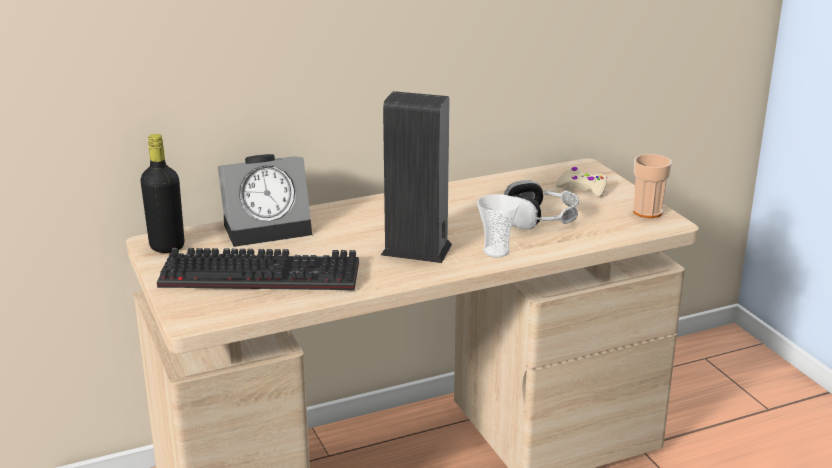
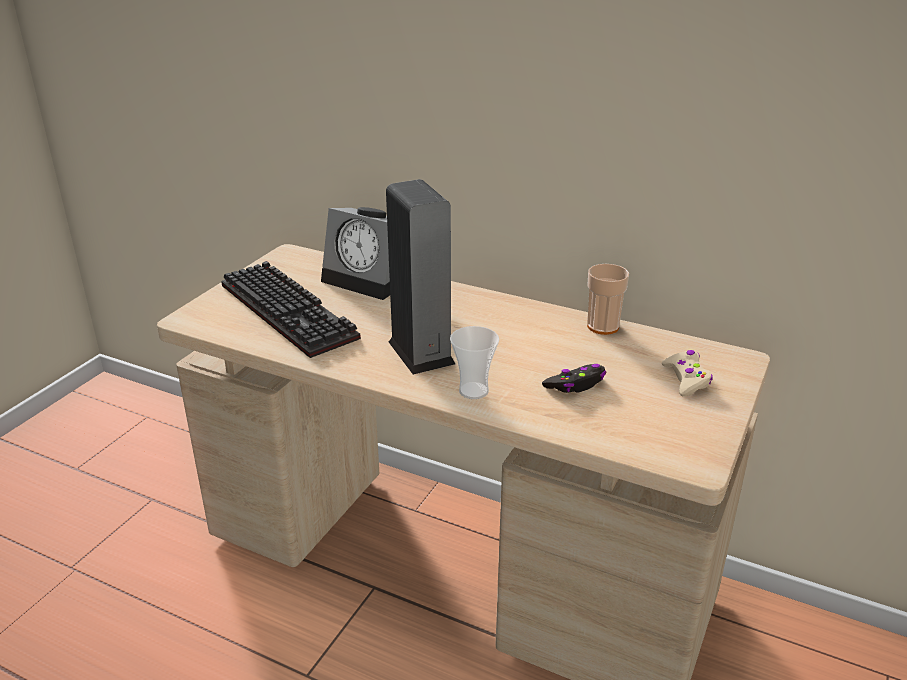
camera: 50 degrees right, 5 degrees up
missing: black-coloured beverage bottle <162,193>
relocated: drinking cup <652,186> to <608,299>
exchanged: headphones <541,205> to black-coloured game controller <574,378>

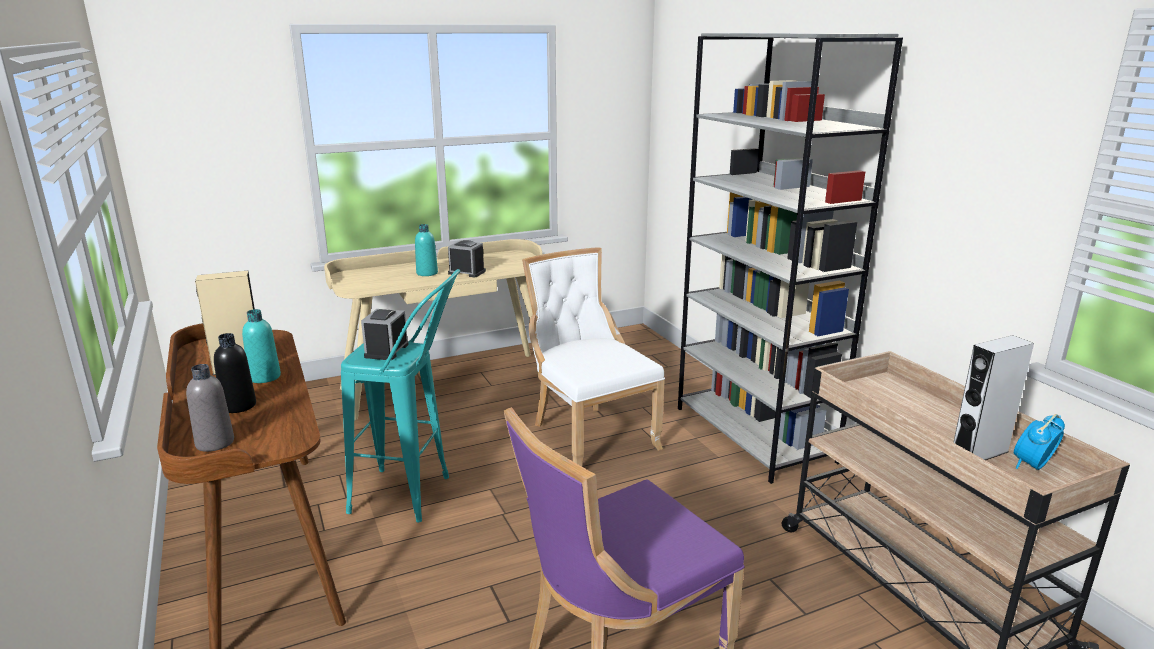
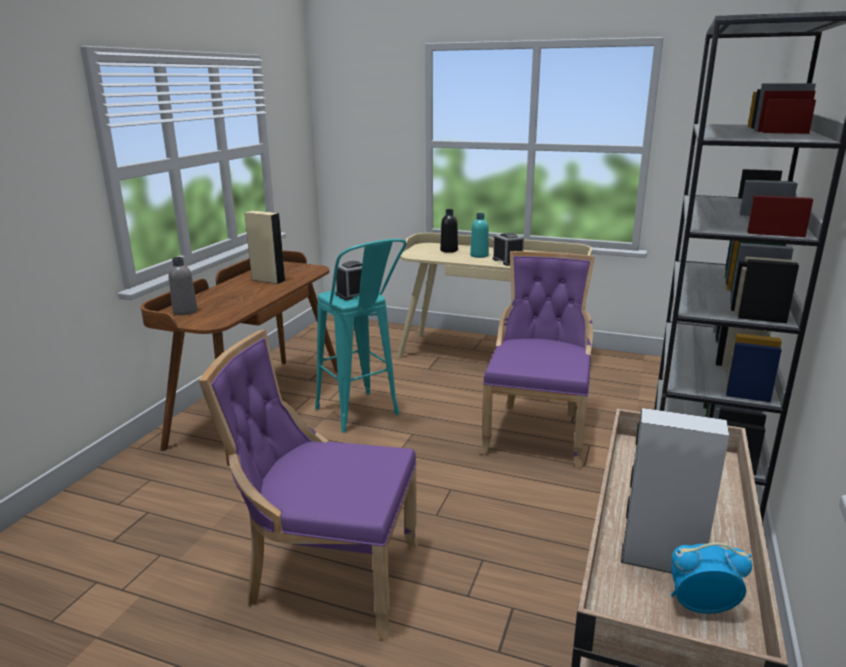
camera: 45 degrees right, 0 degrees up
missing: turquoise-coloured beverage bottle <261,346>
relocated: black-coloured beverage bottle <235,373> to <449,231>
colour: white chair <593,356> to purple-coloured chair <537,359>

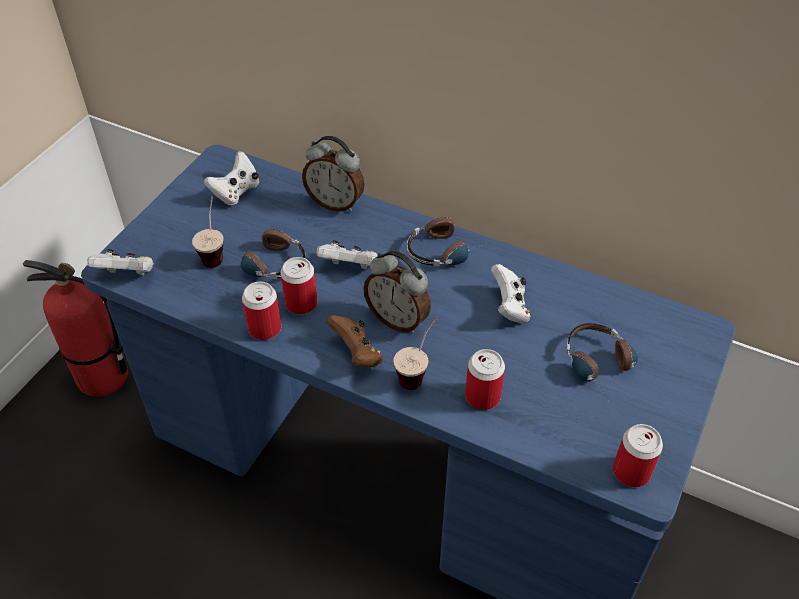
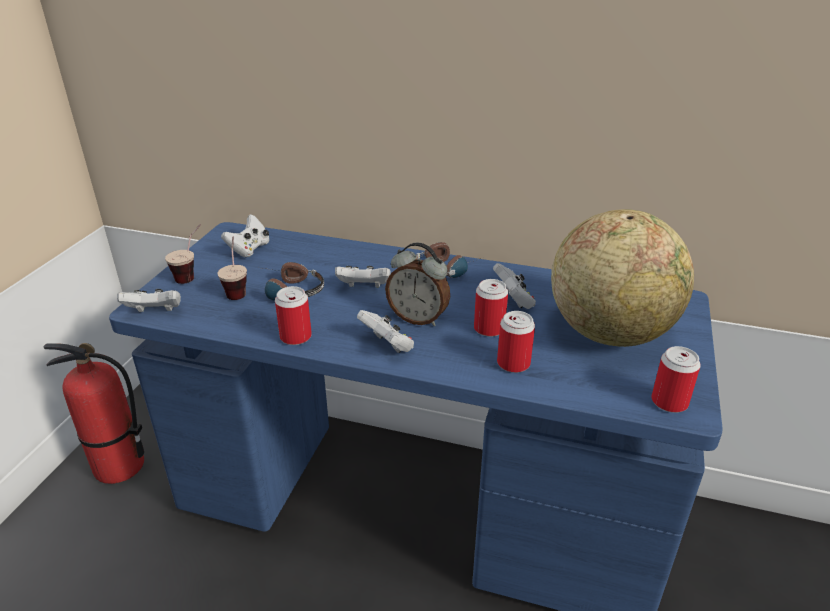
camera: 10 degrees left, 15 degrees down
missing: table clock <333,174>
relocated: metal can <298,286> to <491,308>; drinking cup <415,353> to <183,254>
exchanged: headphones <602,360> to world globe <622,278>
colour: brown game controller <354,341> to white game controller <385,331>

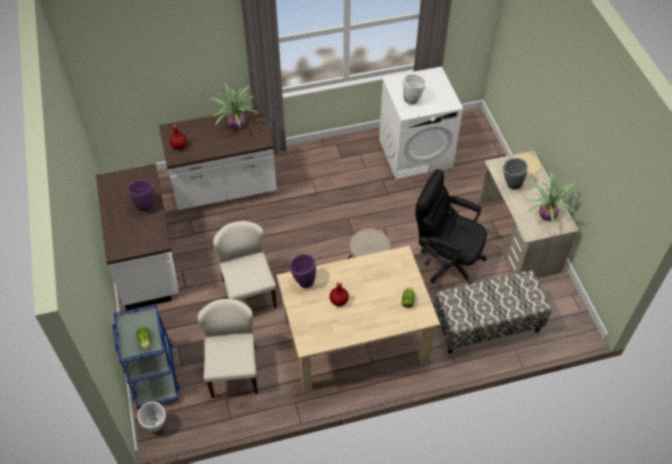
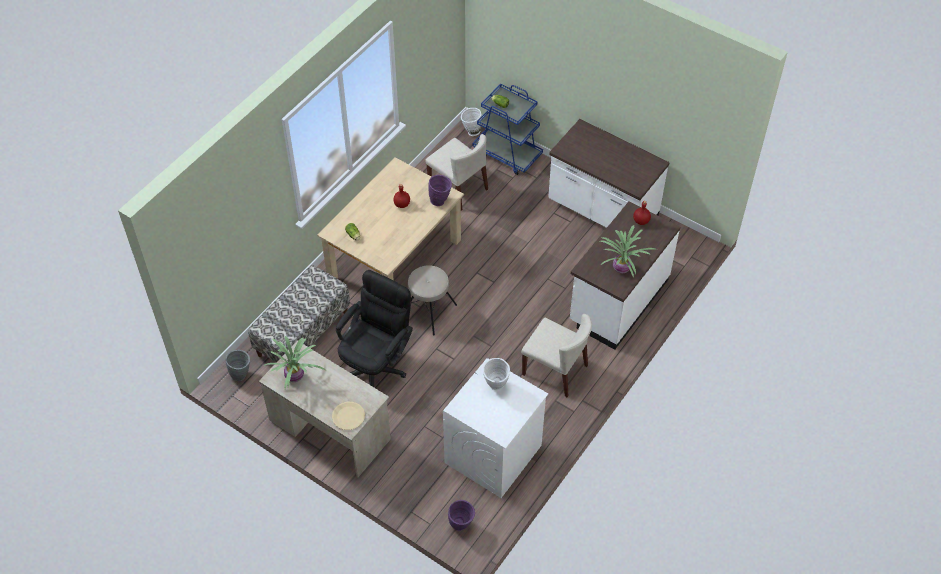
camera: 140 degrees right, 0 degrees up
relocated: gray vase <515,174> to <238,365>; purple-coloured vase <140,196> to <461,515>; beige chair <245,265> to <556,355>
spun: black-coloured computer chair <451,226> = <374,328> 45 degrees counterclockwise

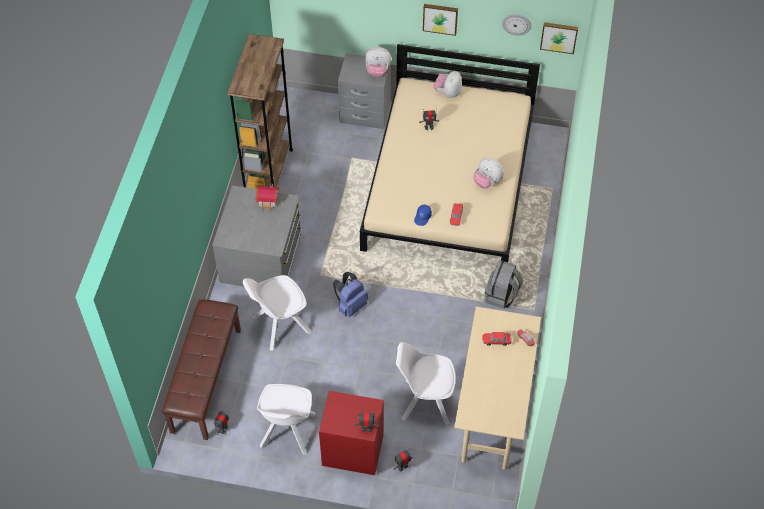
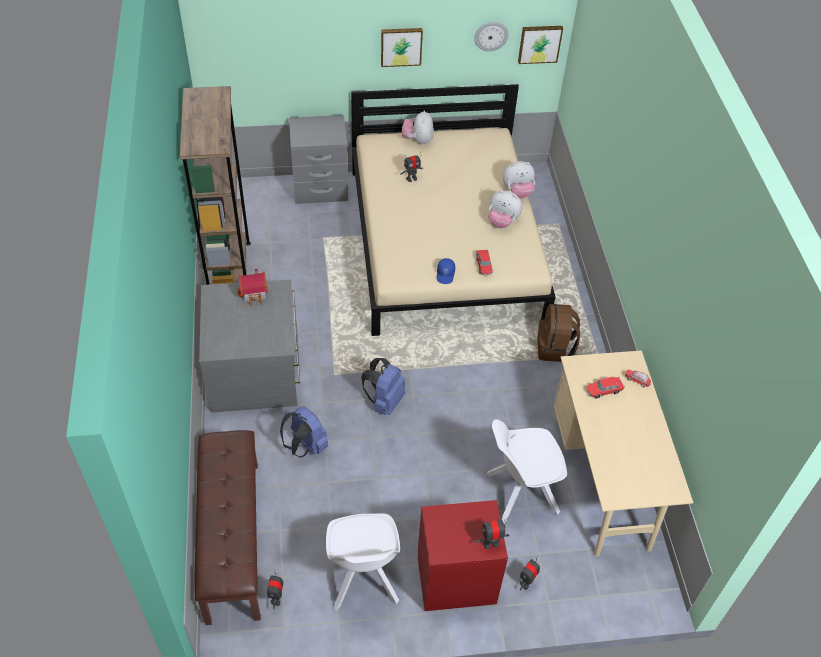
camera: 20 degrees left, 5 degrees down
relocated: cuddly toy <378,62> to <519,179>
exchanged: white chair <277,313> to blue-coloured backpack <304,431>
colour: gray backpack <504,284> to brown backpack <559,333>

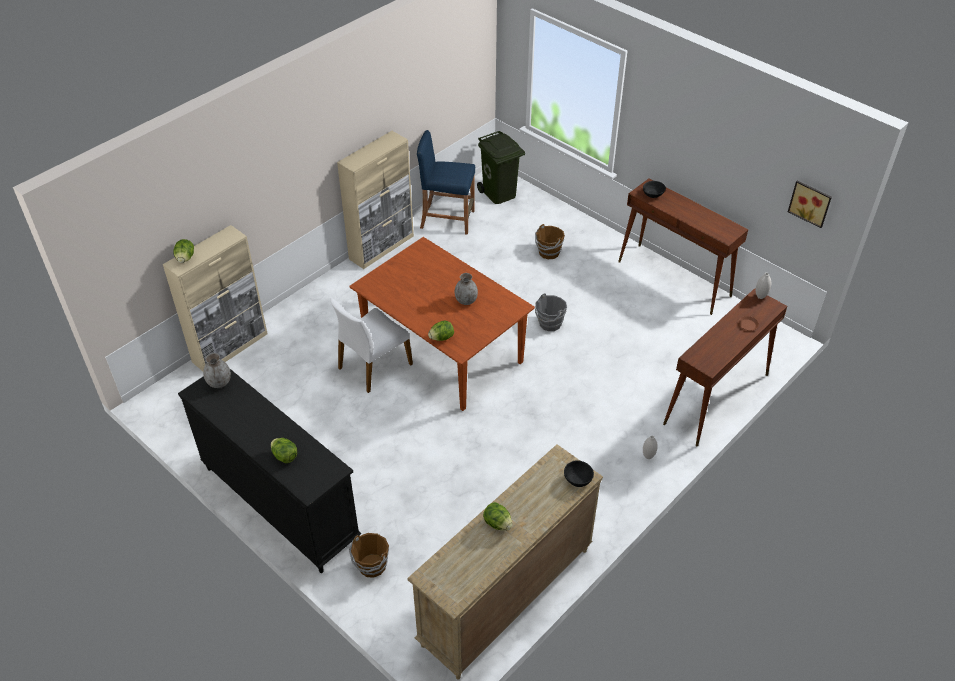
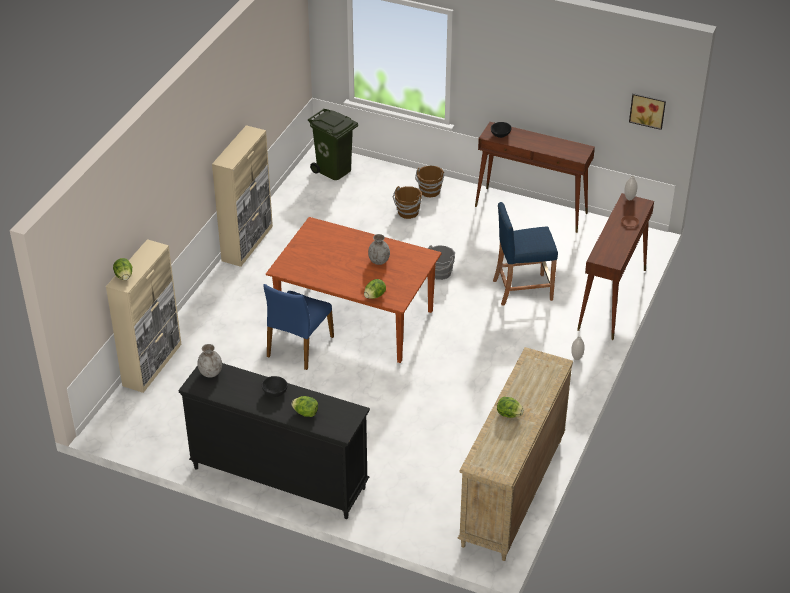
camera: 20 degrees left, 5 degrees down
relocated: blue-coloured stool <446,182> to <525,254>; black-coloured deep dish <579,474> to <275,386>; brown bucket <369,555> to <430,182>
colour: white chair <371,345> to blue-coloured chair <298,327>

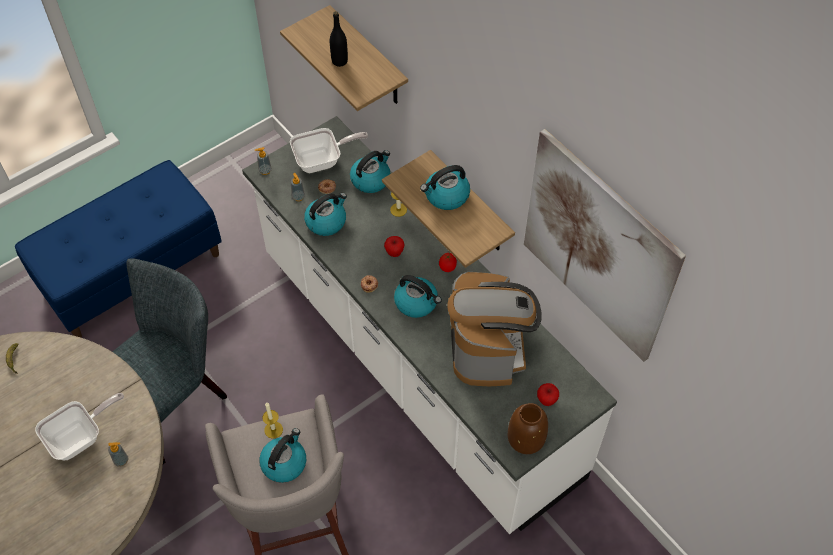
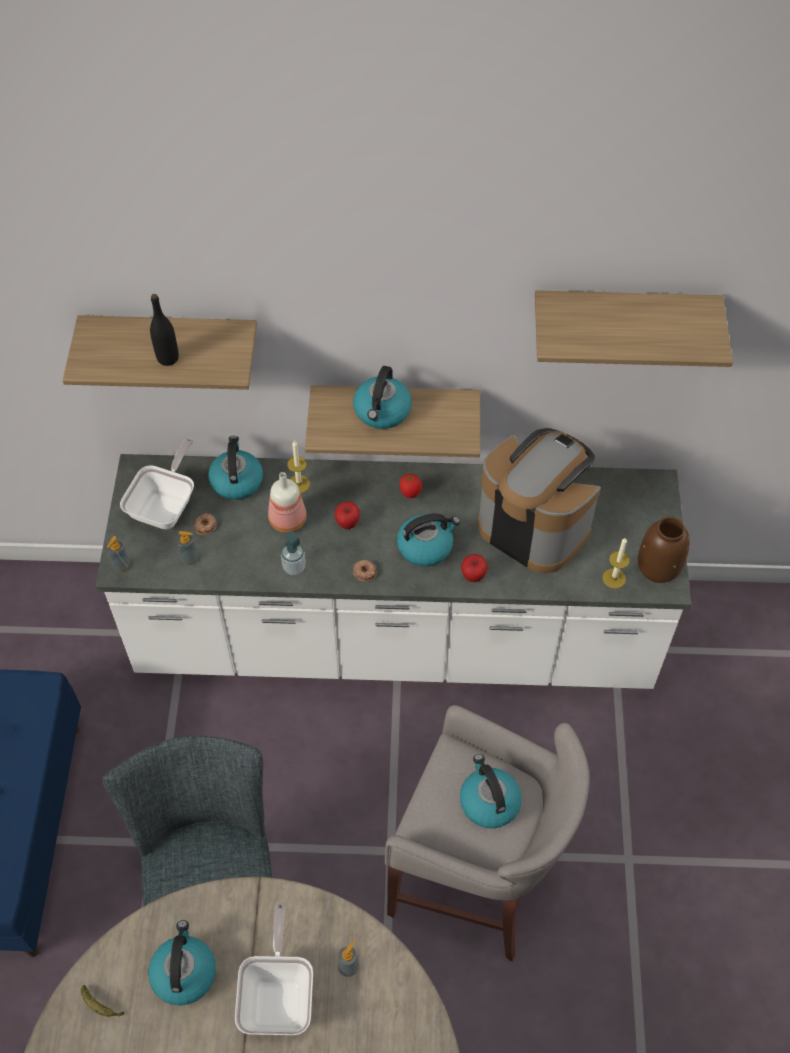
camera: 50 degrees left, 0 degrees up
appeared: beverage bottle <287,502>; soap bottle <293,553>
relocated: kettle <325,214> to <182,963>; apple fruit <548,394> to <474,568>; wax light <272,421> to <616,563>
exchanged: picture <605,245> to shelf <634,328>

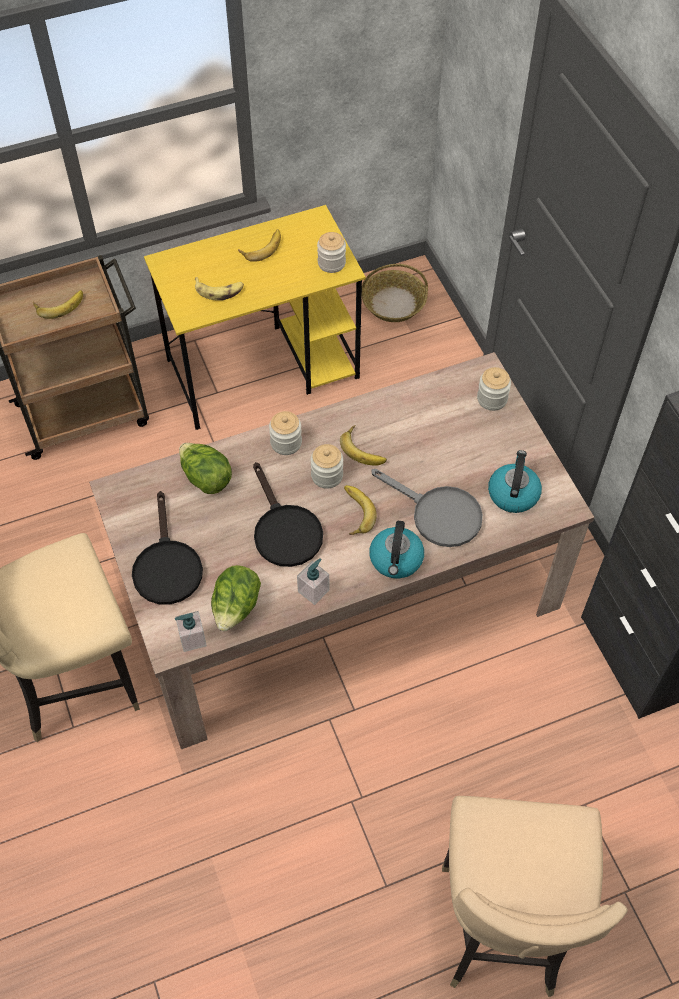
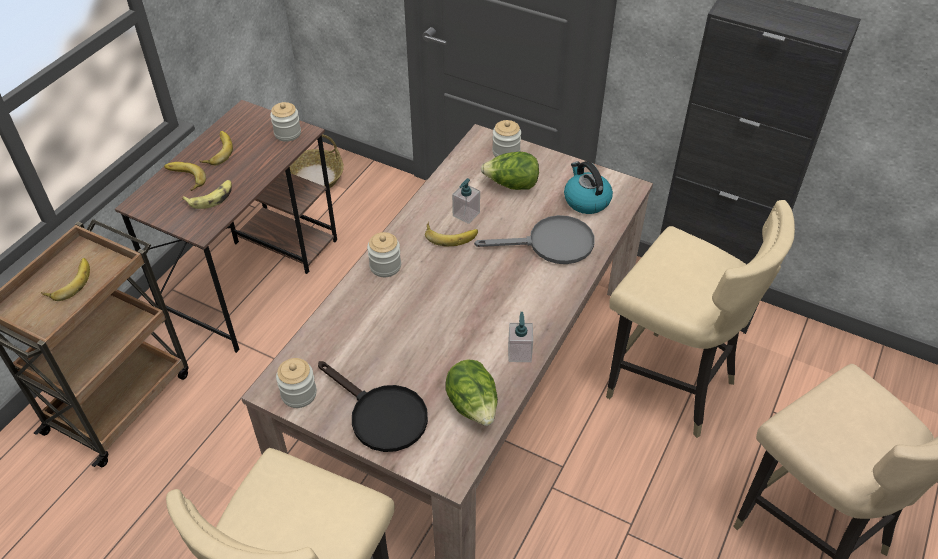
camera: 40 degrees left, 10 degrees down
missing: black-coloured pan <288,514>; kettle <396,549>
appeared: beige chair <700,319>
relocated: head of lettuce <205,468> to <510,171>; storage jar <326,466> to <296,383>; banana <360,510> to <185,176>; soap bottle <191,631> to <466,201>
colour: yellowish desk unit <255,317> to brown desk unit <226,226>

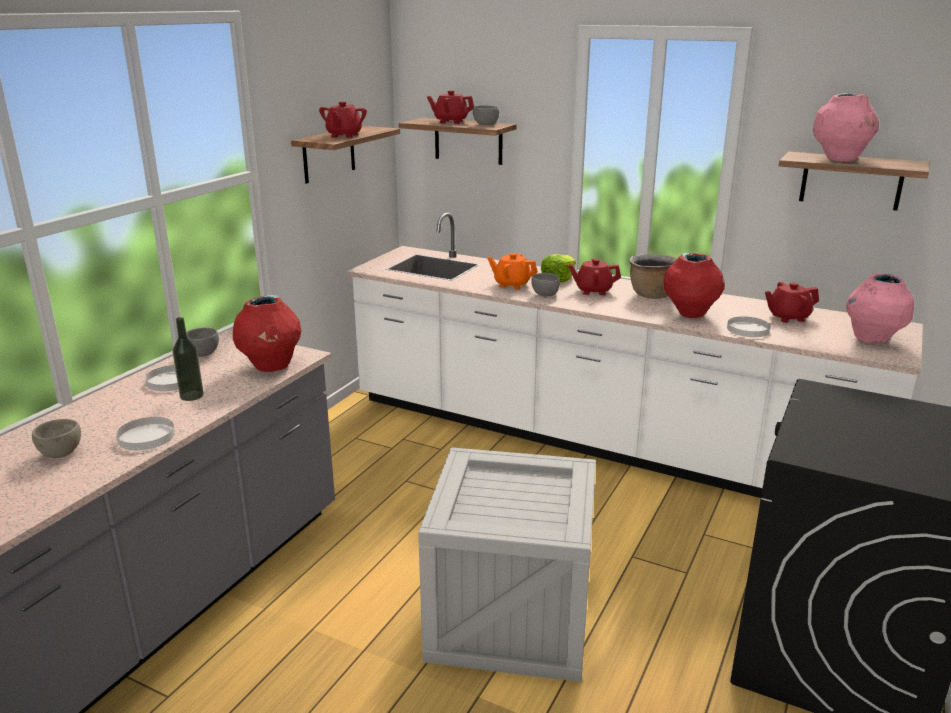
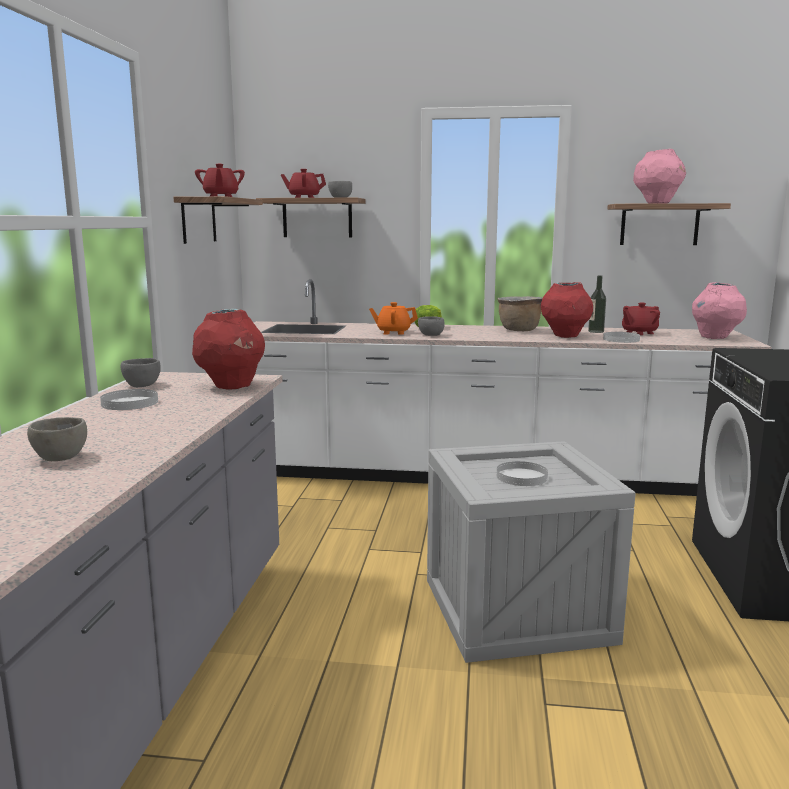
camera: 20 degrees left, 10 degrees down
missing: red tea pot <594,276>
relocated: beverage bottle <188,359> to <597,304>; white plate <145,434> to <522,473>

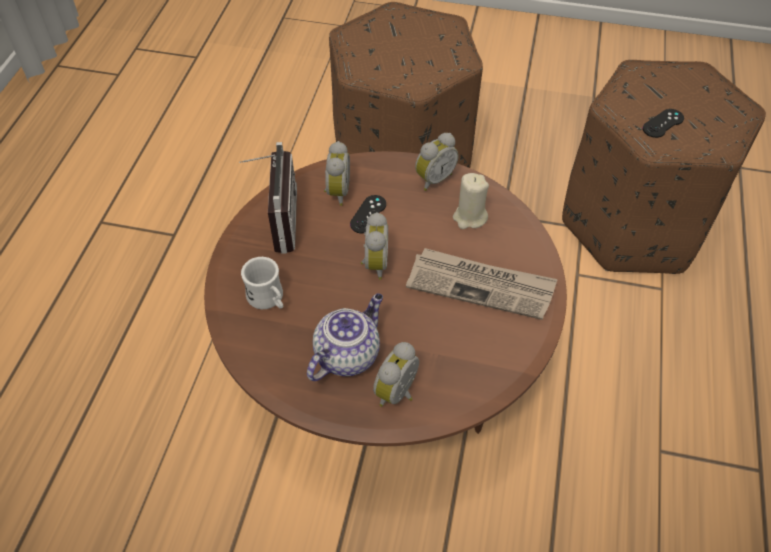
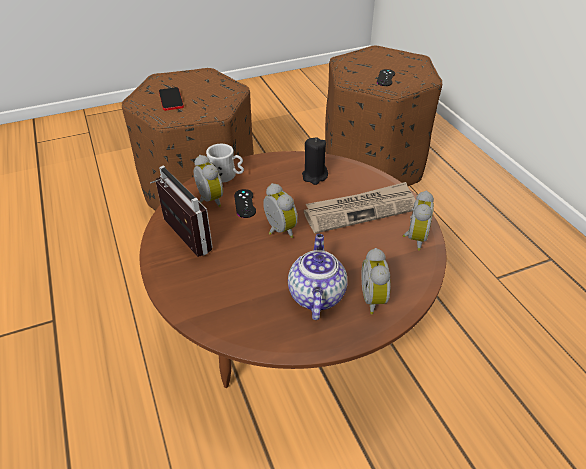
camera: 35 degrees left, 10 degrees down
appeared: handset <171,99>
relocated: table clock <437,162> to <418,221>; white tea mug <262,283> to <225,163>
colour: beige wax light <471,201> to black-coloured wax light <315,161>

